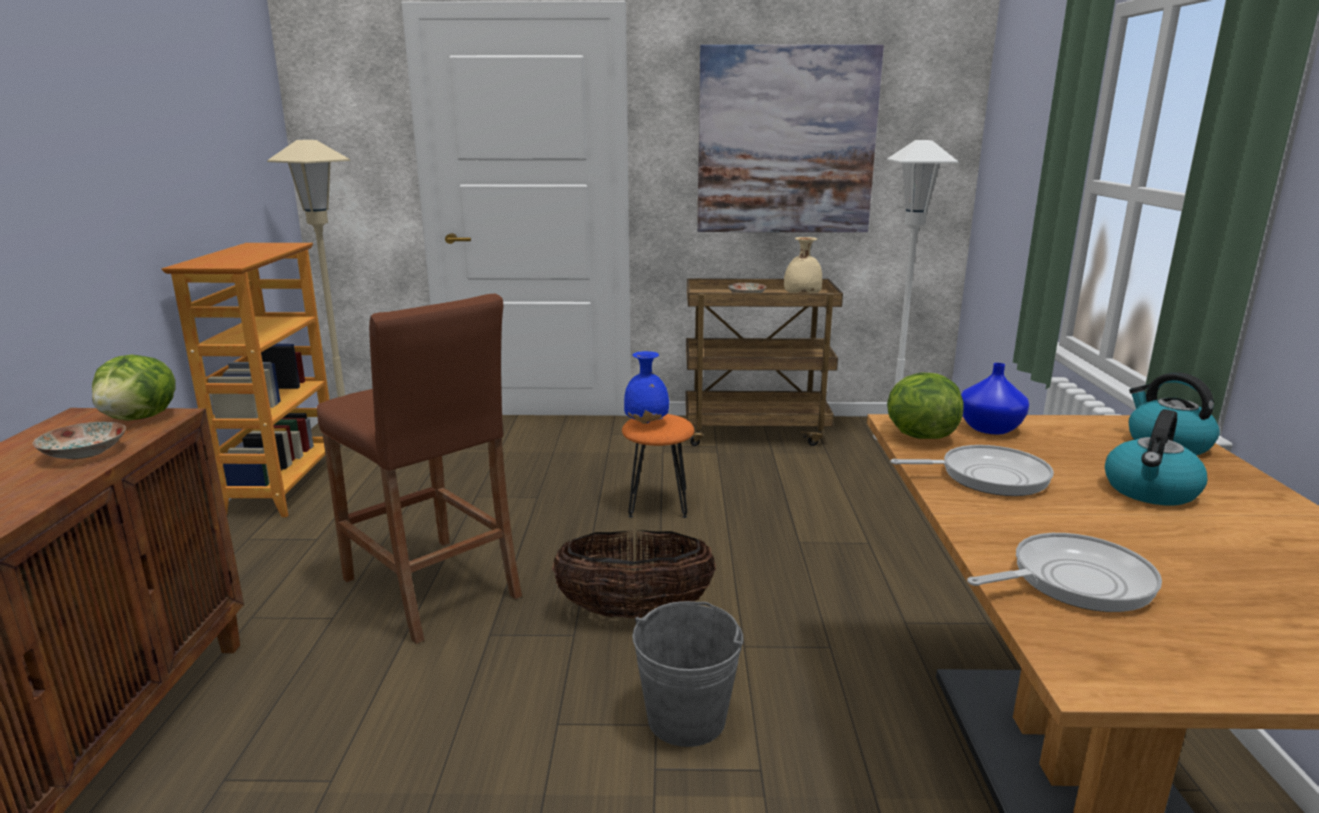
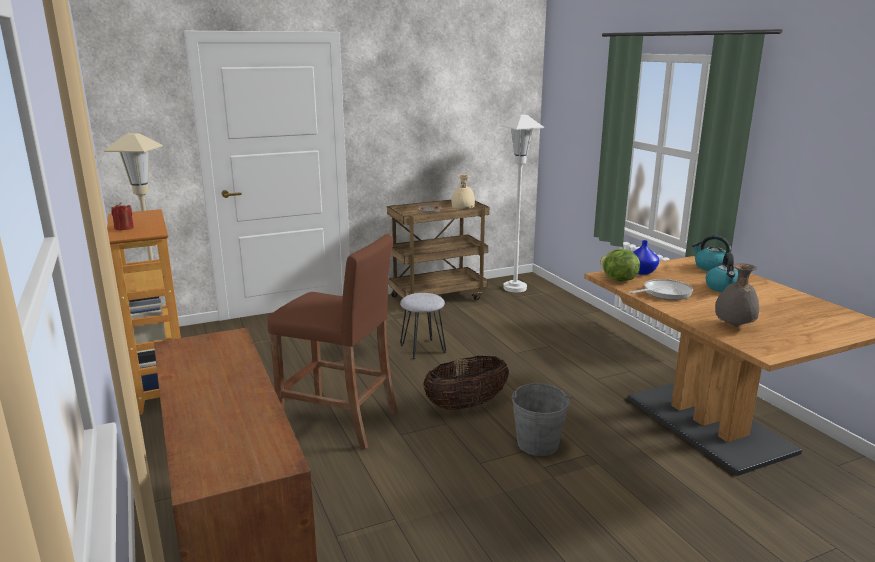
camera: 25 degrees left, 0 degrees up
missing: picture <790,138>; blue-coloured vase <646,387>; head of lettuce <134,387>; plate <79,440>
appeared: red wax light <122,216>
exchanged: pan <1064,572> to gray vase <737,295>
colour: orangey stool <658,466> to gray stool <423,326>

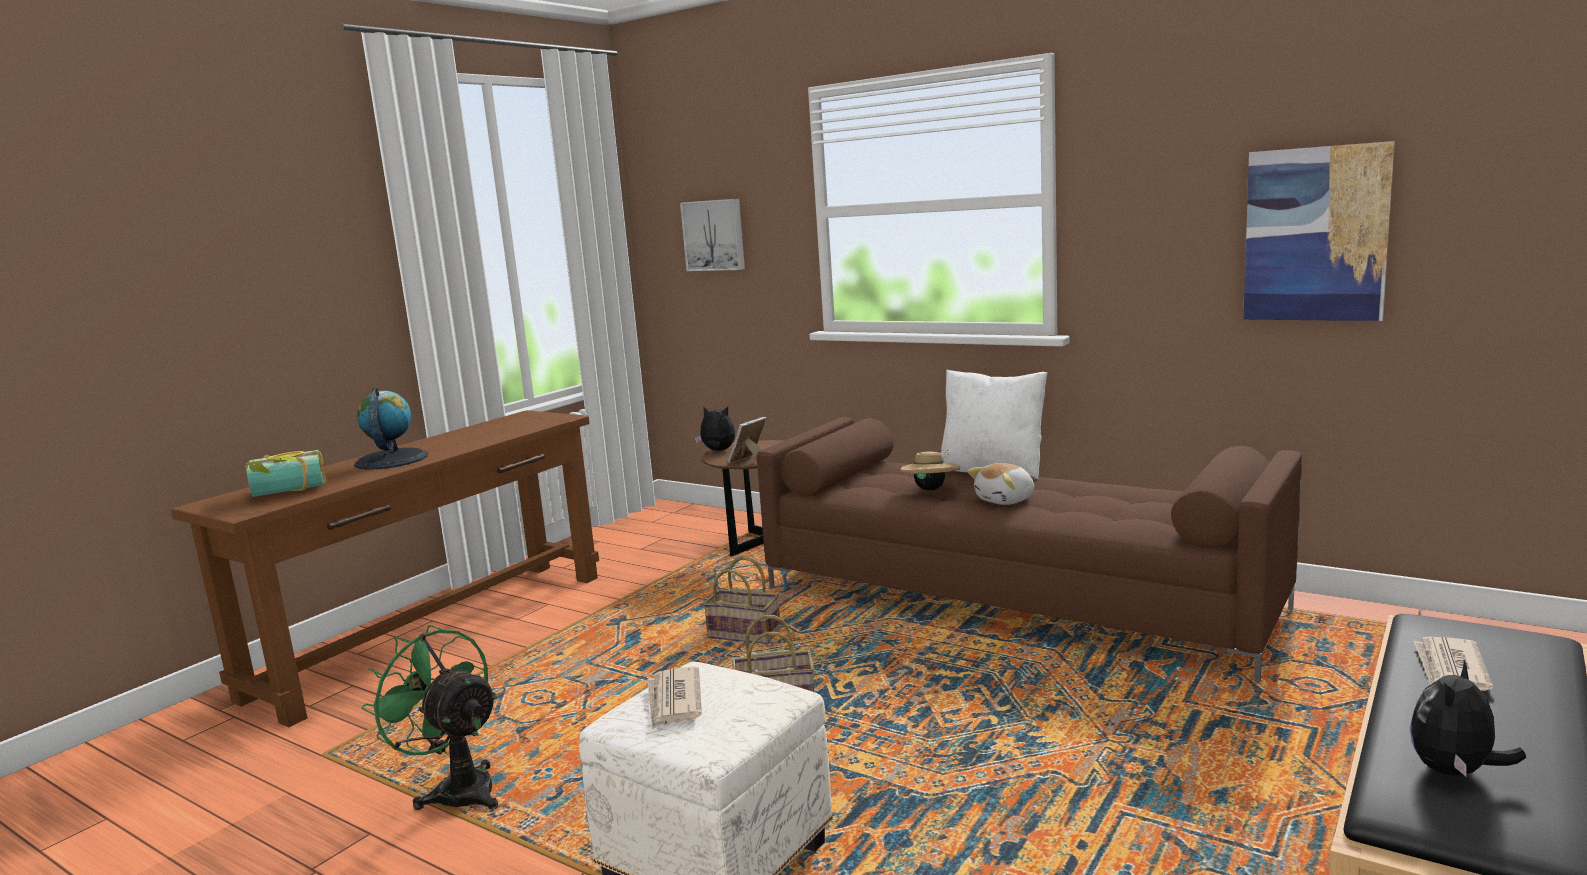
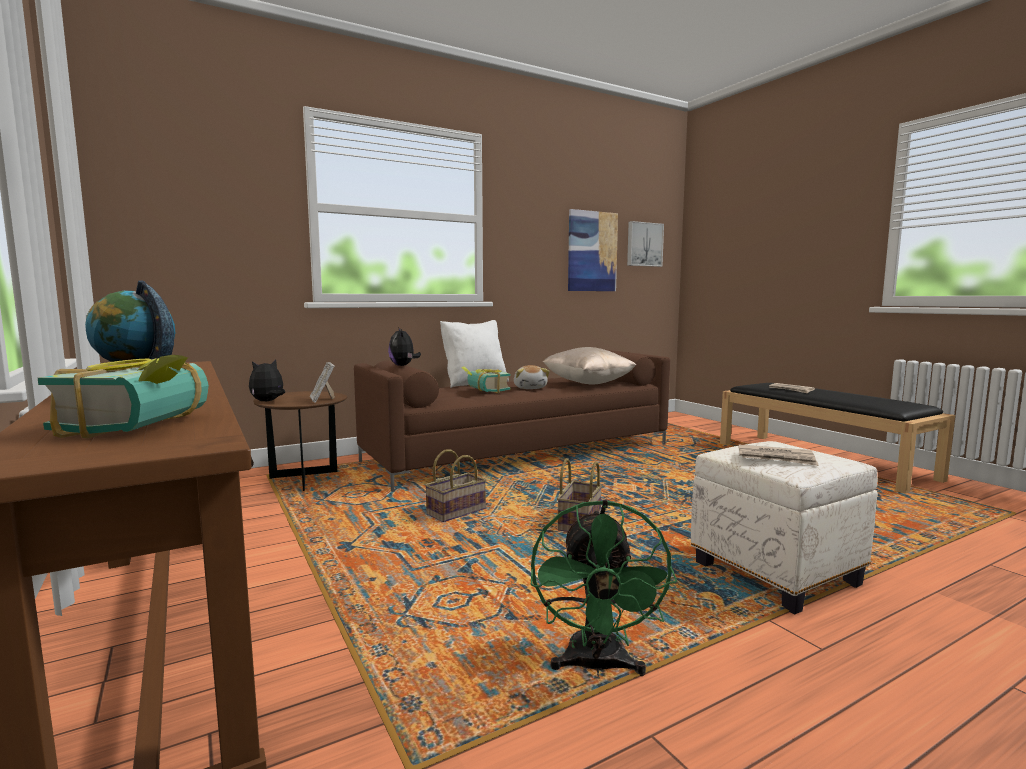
camera: 65 degrees left, 5 degrees down
appeared: beige cushion <589,365>
relocated: picture <712,234> to <645,244>; cuddly toy <1468,718> to <404,346>
exchanged: beige hat <930,470> to bound book <486,379>
spun: greenish electric fan <430,717> = <604,588> 60 degrees counterclockwise

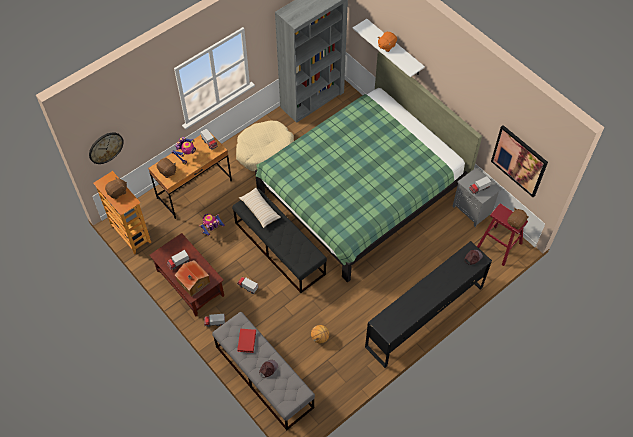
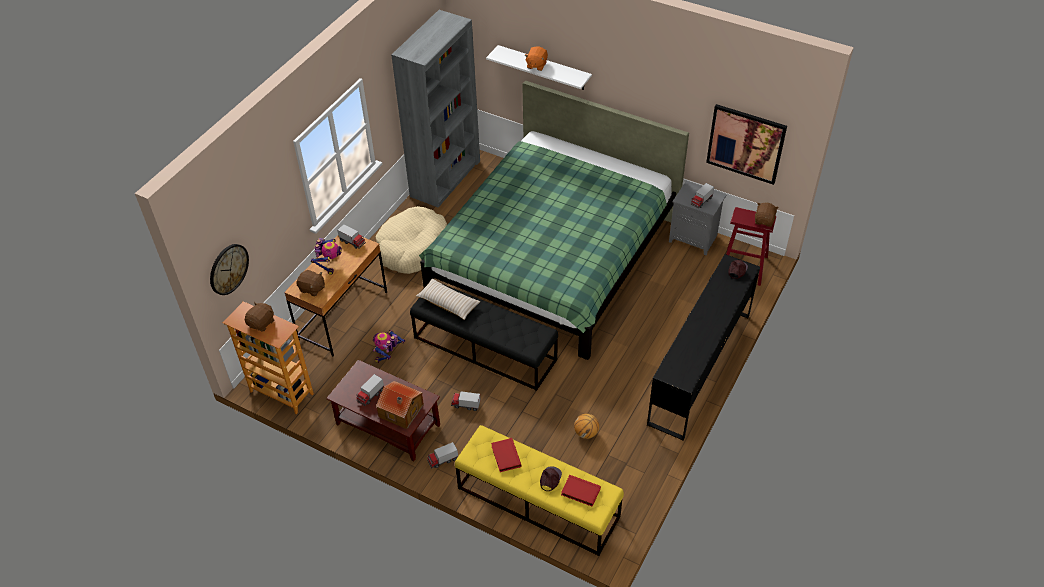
camera: 20 degrees left, 10 degrees down
appeared: red bound book <581,491>
colour: gray long seat <263,371> to yellowish long seat <539,490>

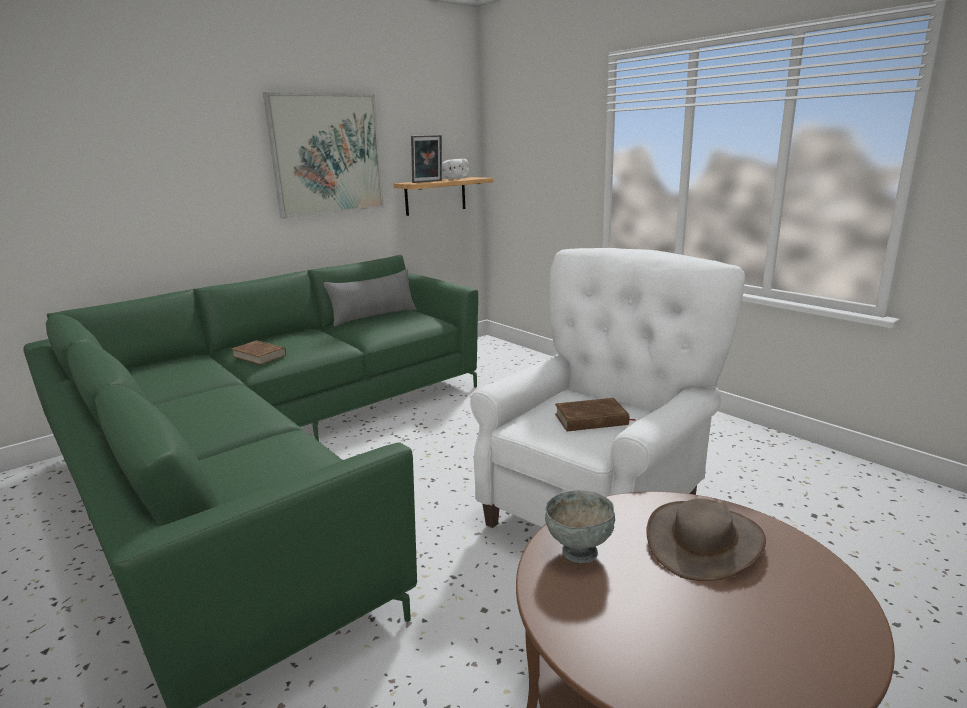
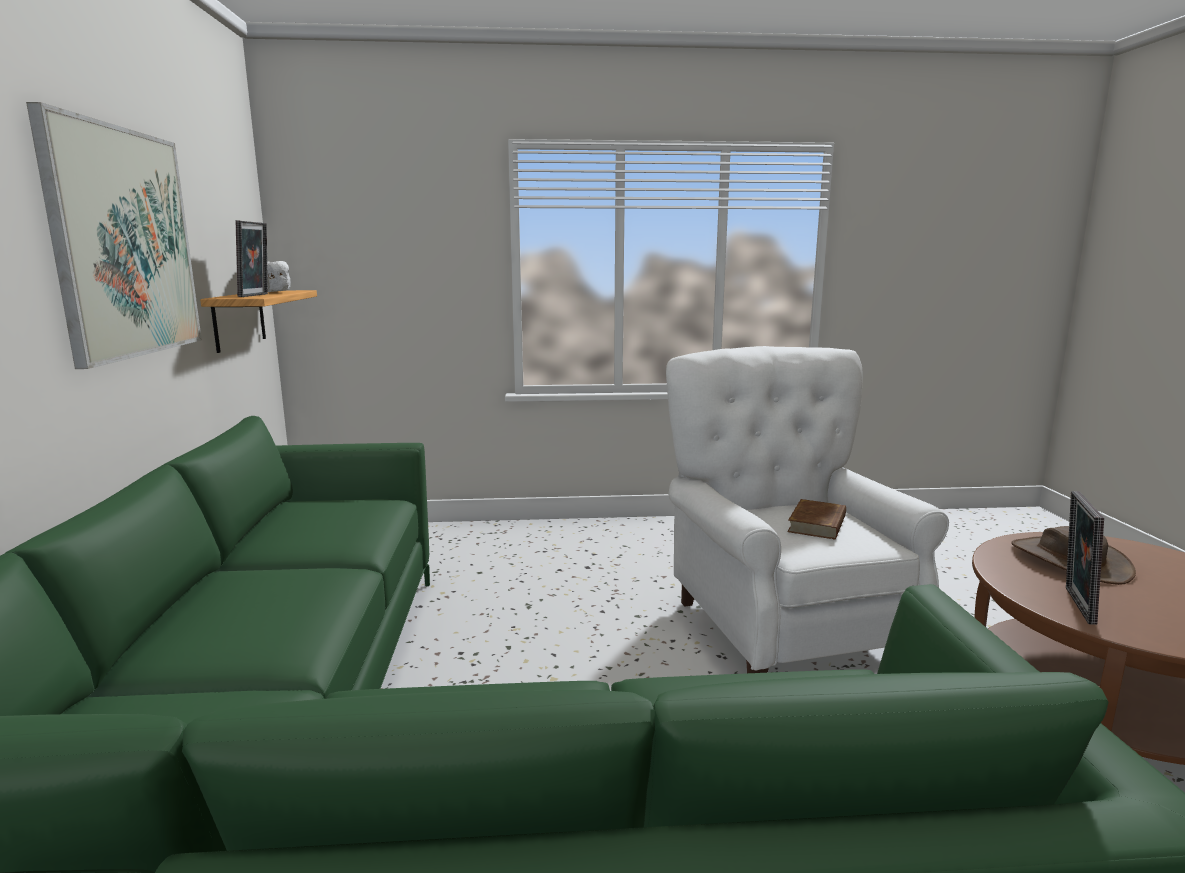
camera: 55 degrees left, 5 degrees down
missing: gray cushion <370,298>; brown bound book <258,352>
exchanged: gray deep dish <580,526> to picture frame <1085,558>

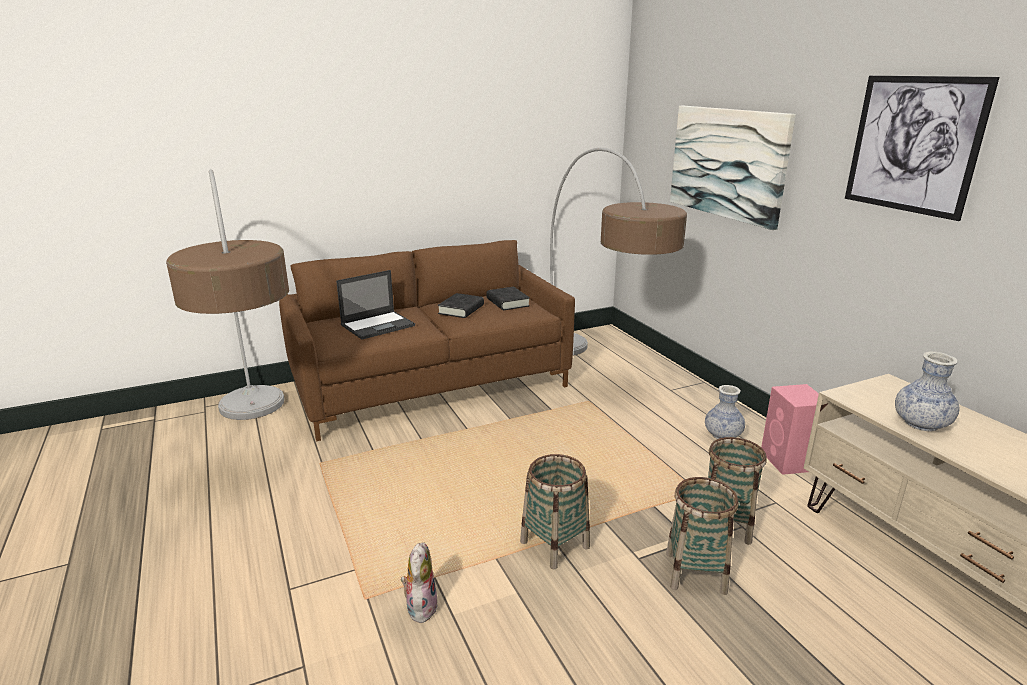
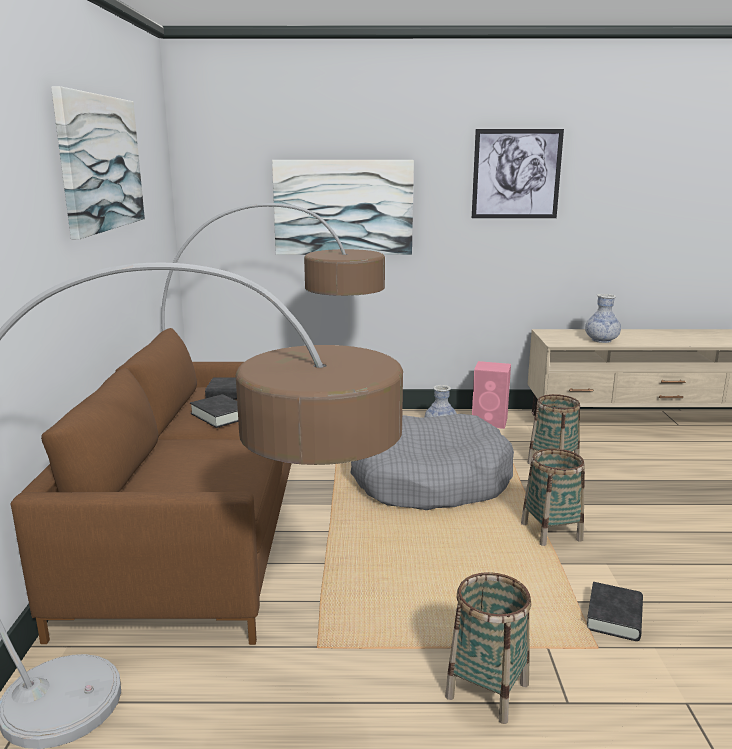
camera: 65 degrees left, 5 degrees down
missing: notebook computer <375,305>
appeared: picture <98,163>; gray pet bed <432,462>
relocated: storage basket <702,536> to <488,648>
exchanged: cuddly toy <419,582> to black-coloured bound book <615,611>

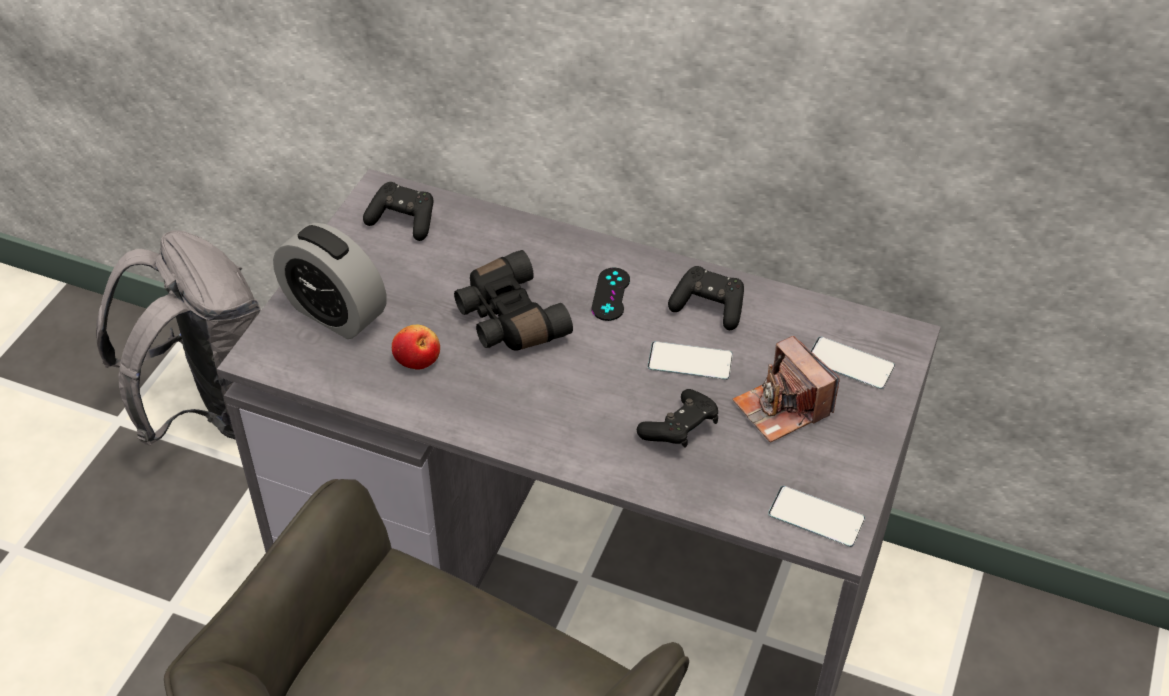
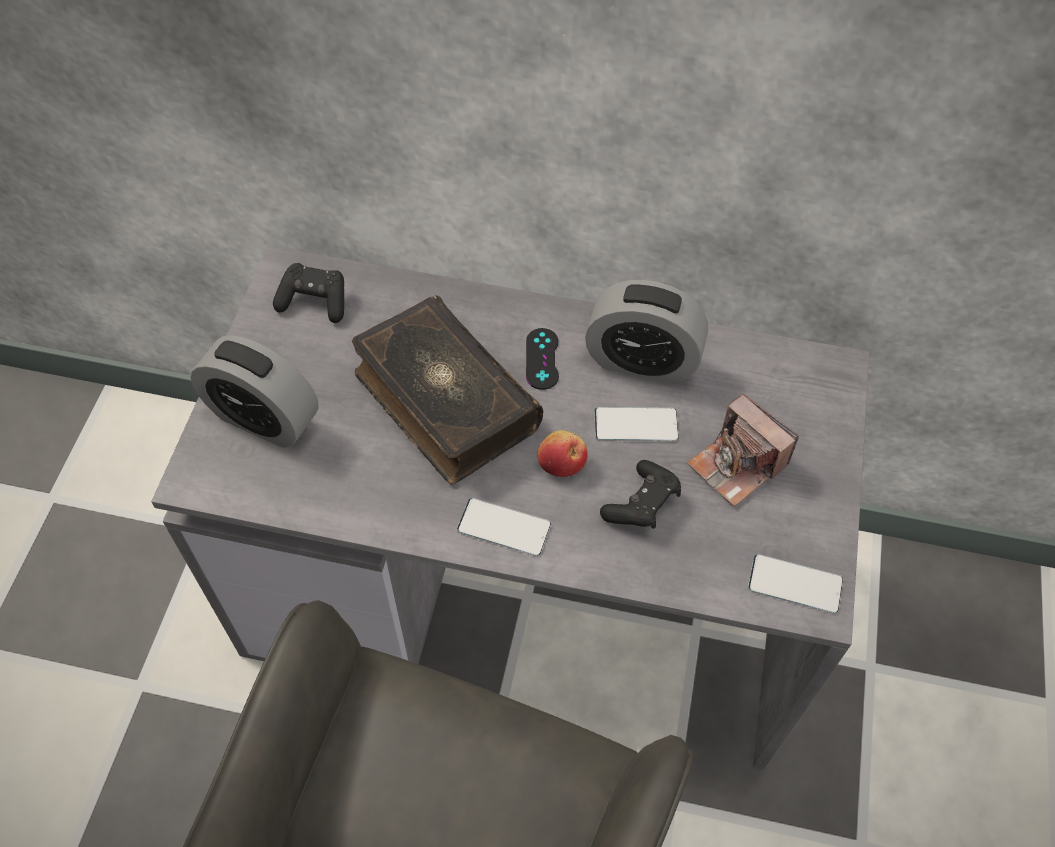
camera: 10 degrees left, 10 degrees up
missing: gray backpack <178,338>
relocated: apple fruit <416,347> to <562,453>; handset <853,363> to <504,527>
exchanged: black-coloured binoculars <513,300> to bound book <447,389>; black-coloured game controller <706,298> to table clock <646,332>

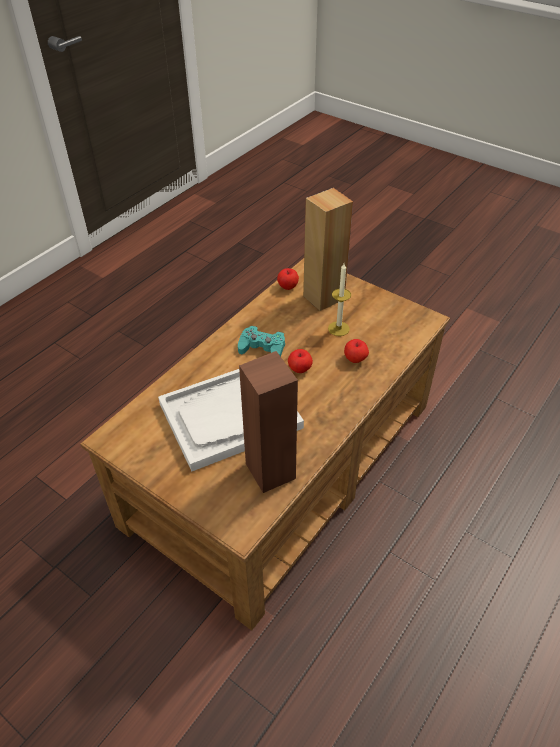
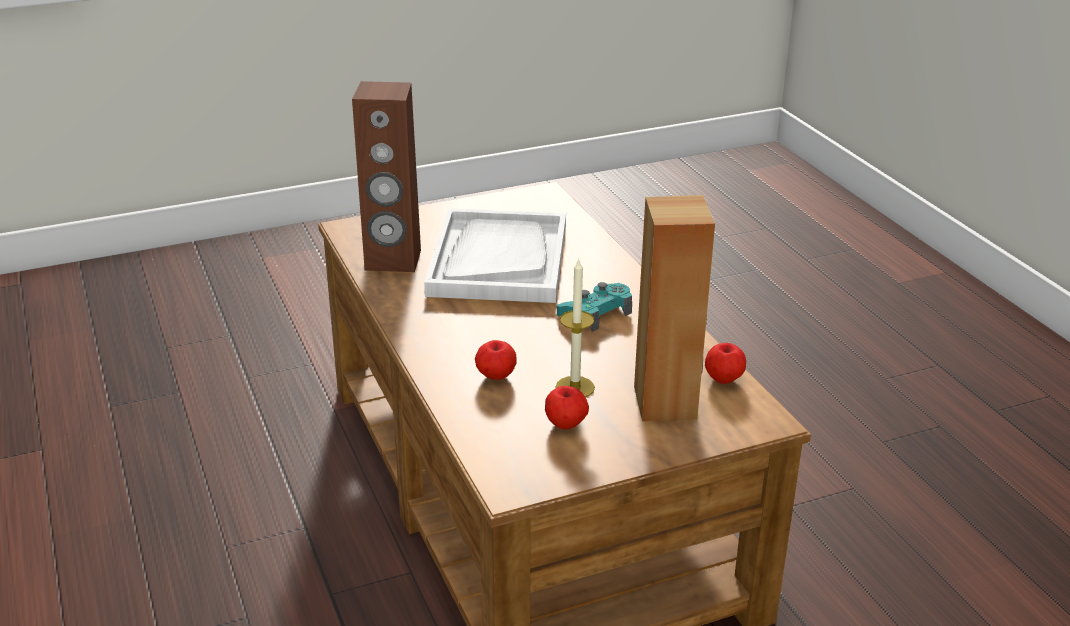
camera: 120 degrees right, 15 degrees down
relocated: apple fruit <300,361> to <567,408>

